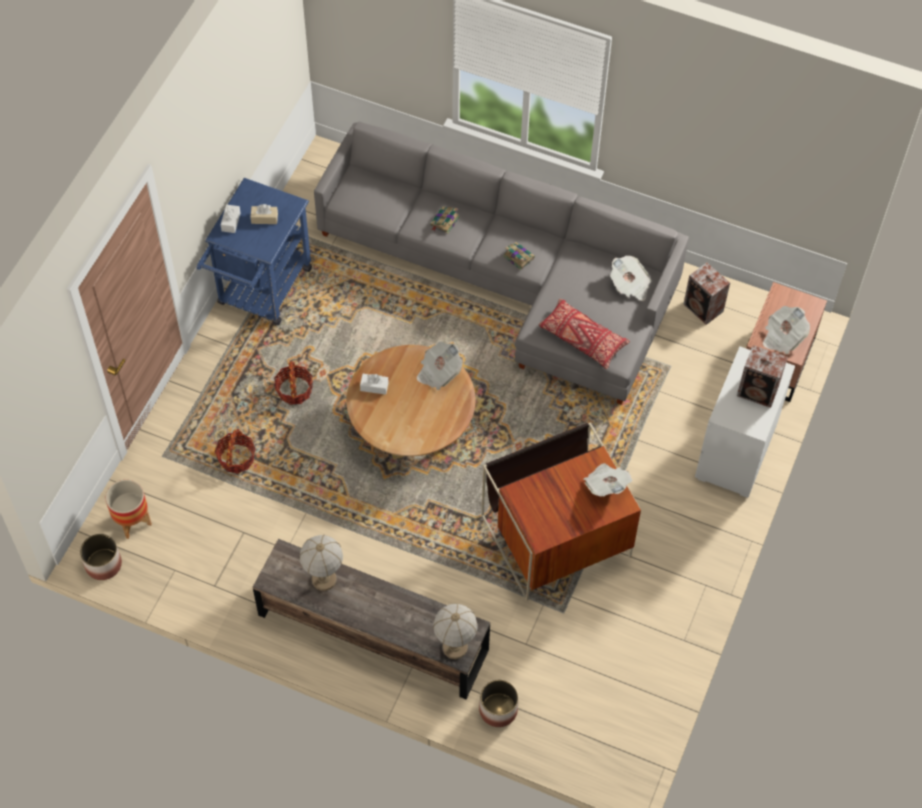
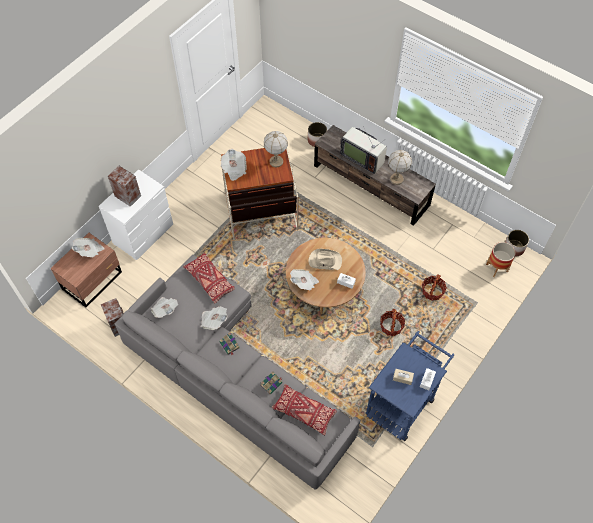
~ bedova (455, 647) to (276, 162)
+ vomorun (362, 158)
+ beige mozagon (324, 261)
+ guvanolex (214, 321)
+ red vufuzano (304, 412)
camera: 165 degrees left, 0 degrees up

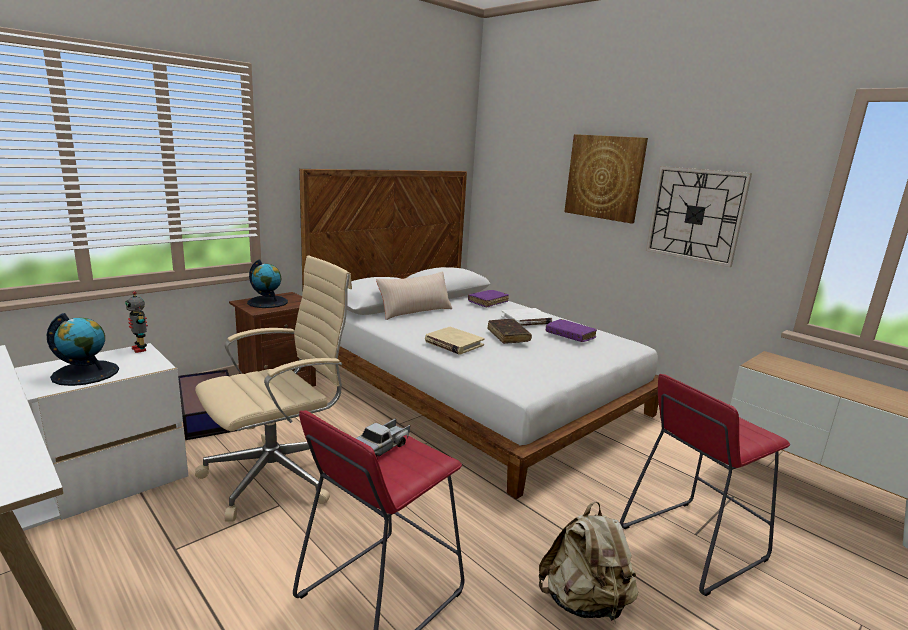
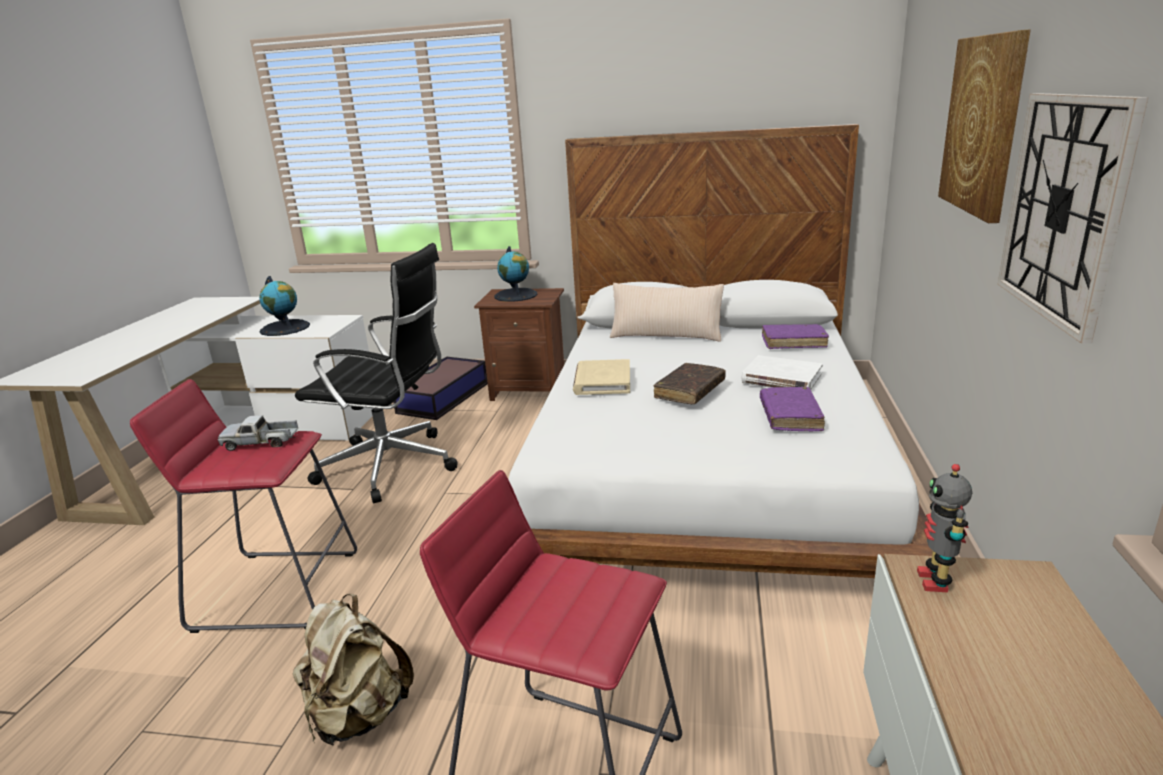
~ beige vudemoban (278, 475) to black vudemoban (393, 466)
~ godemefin (140, 349) to (935, 581)
camera: 55 degrees right, 5 degrees up

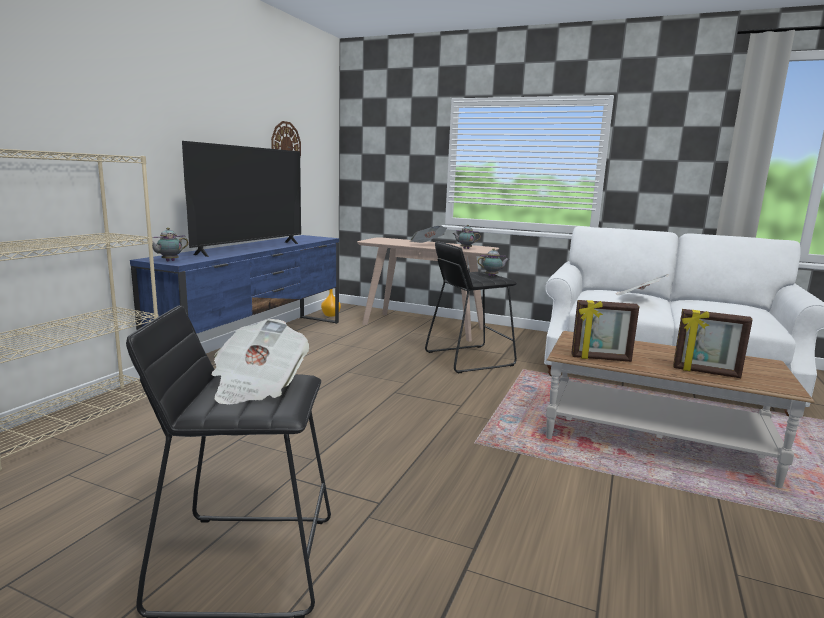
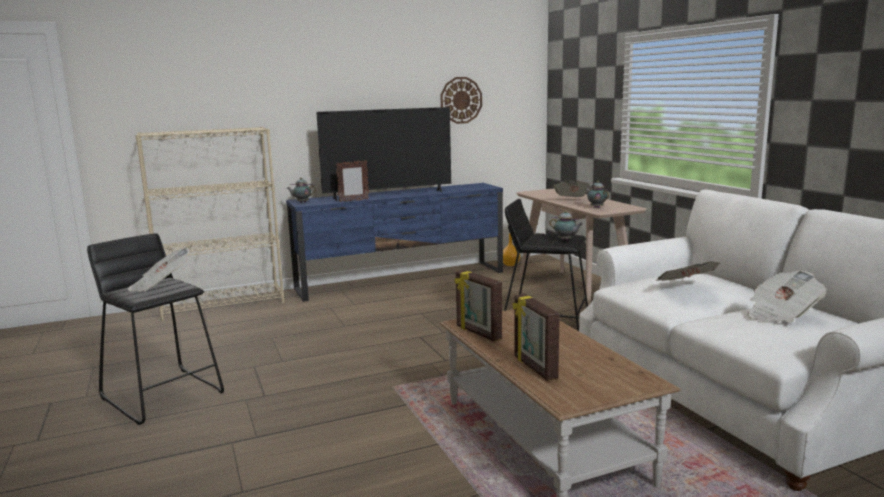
+ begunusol (353, 201)
+ guvanolex (781, 314)
camera: 45 degrees right, 0 degrees up

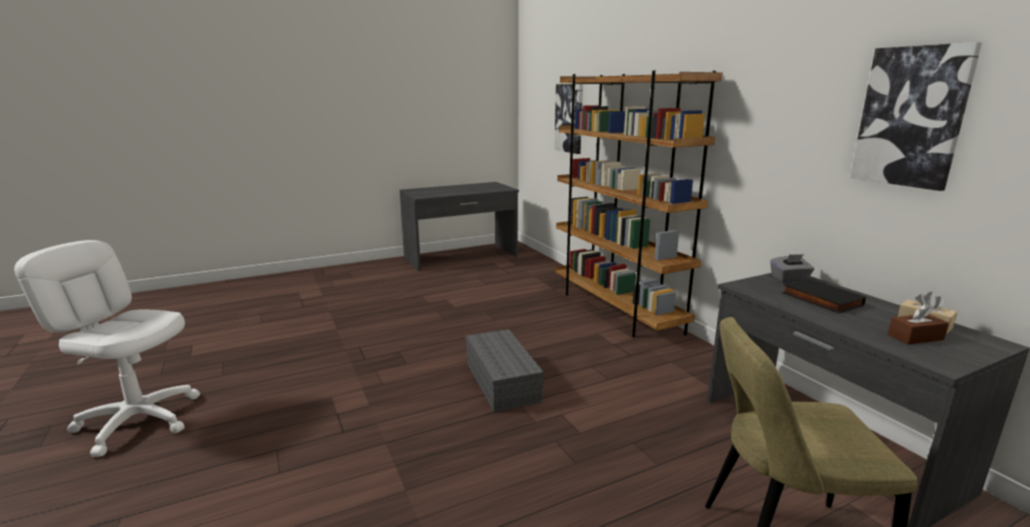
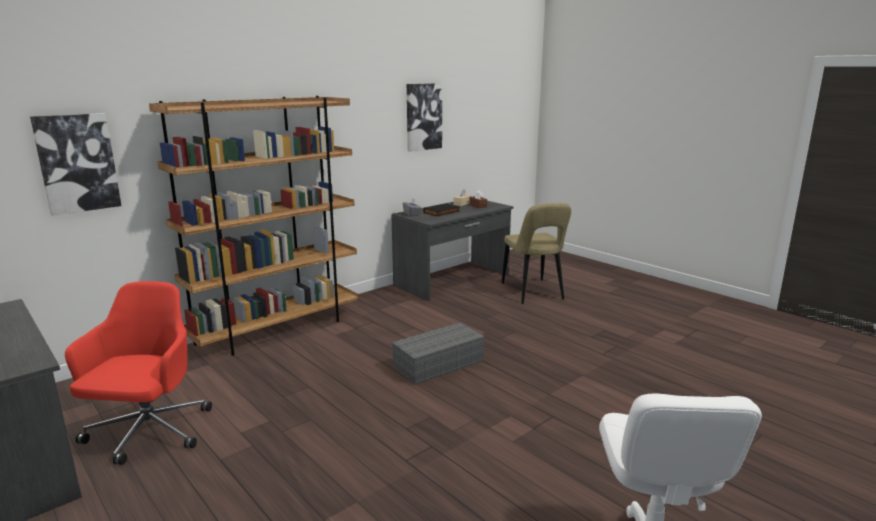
+ red vudemoban (148, 433)
camera: 105 degrees left, 0 degrees up

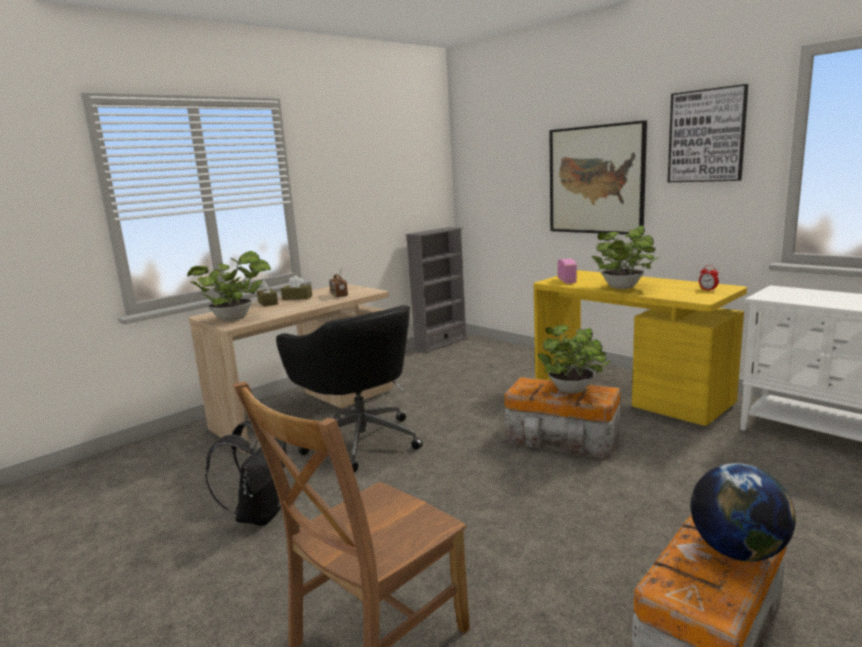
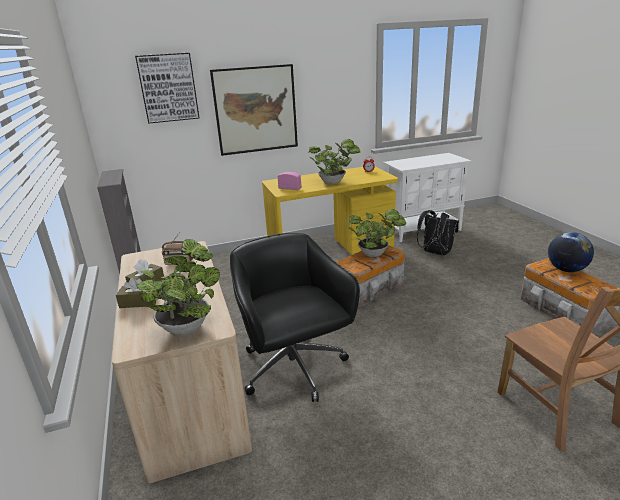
~ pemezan (706, 136) to (168, 88)
~ black vudemoban (361, 440) = (294, 369) 105 degrees counterclockwise
~ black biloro (260, 514) to (435, 253)
camera: 65 degrees left, 10 degrees up

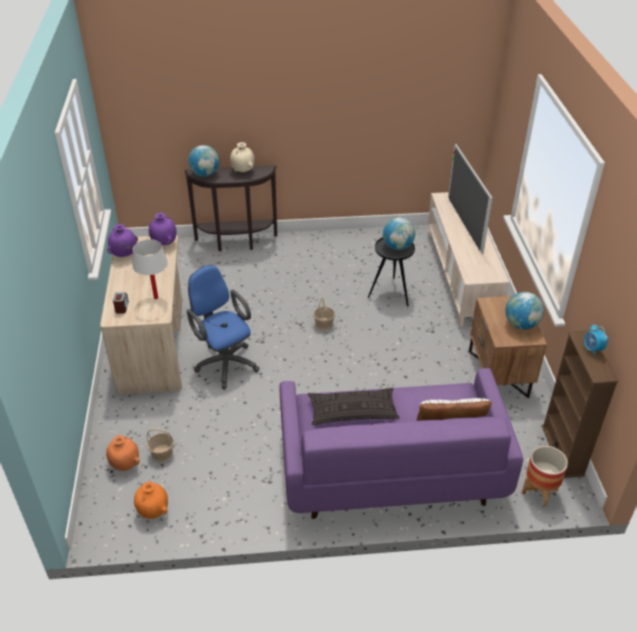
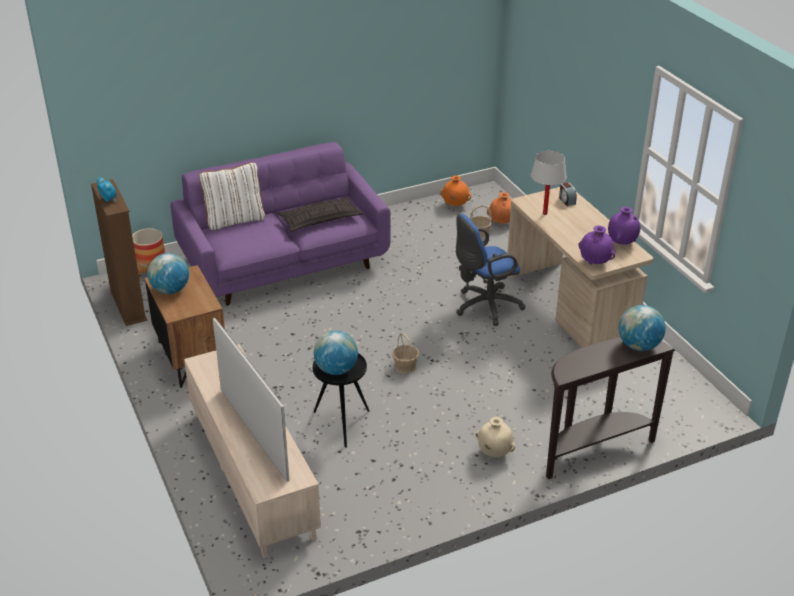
~ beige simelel (243, 171) to (494, 453)
~ blue vudemoban (224, 362) = (484, 306) 120 degrees clockwise
camera: 160 degrees right, 5 degrees down

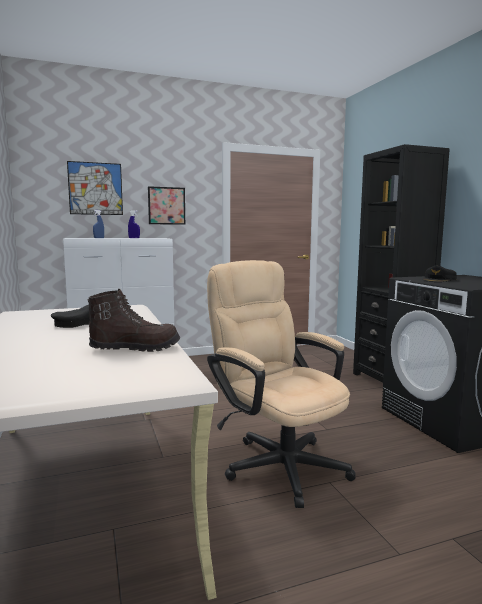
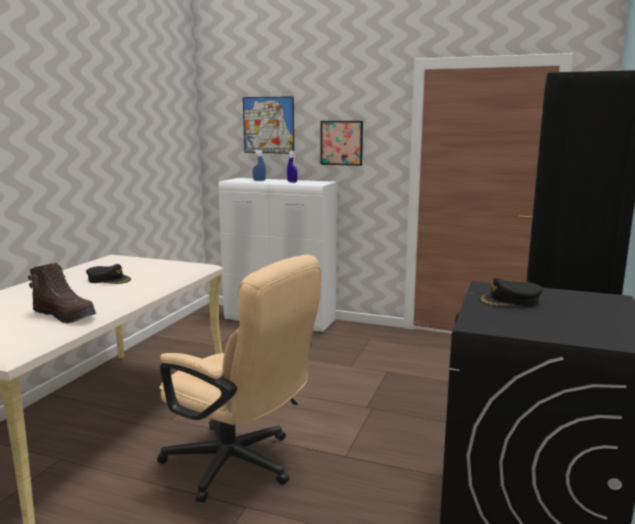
~ beige vudemoban (277, 462) = (240, 466) 120 degrees clockwise
camera: 40 degrees right, 5 degrees up

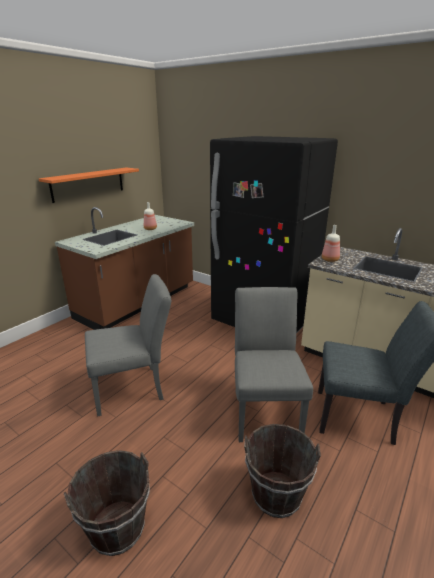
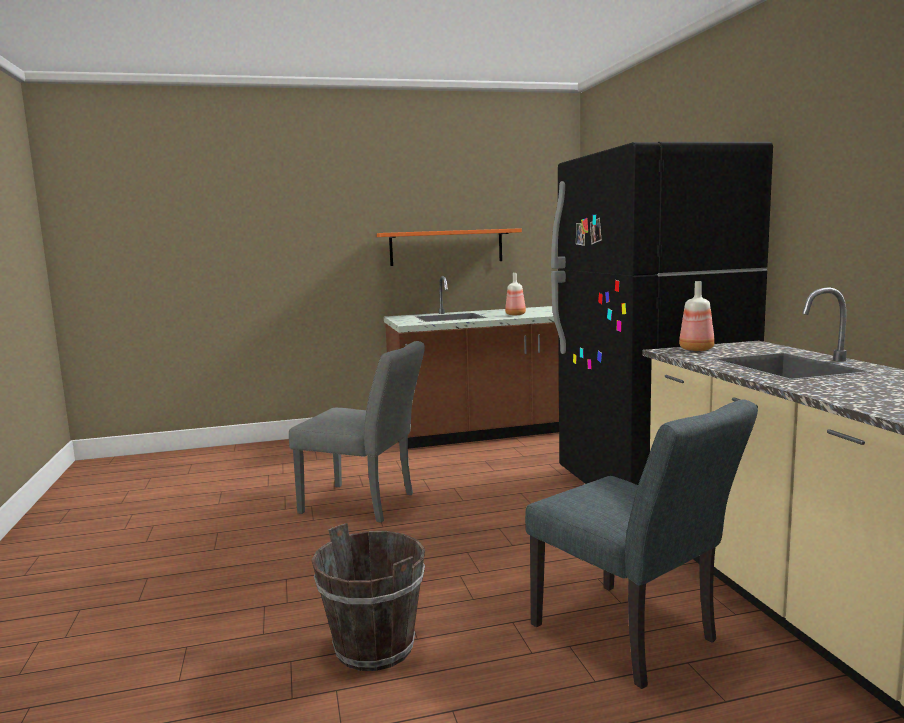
- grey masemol (265, 409)
- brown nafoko (117, 529)
camera: 40 degrees right, 15 degrees down

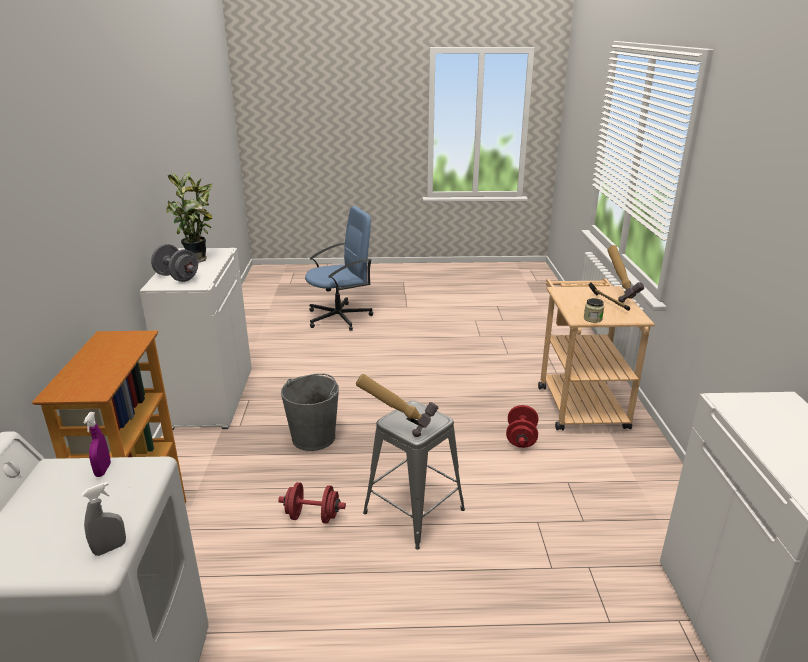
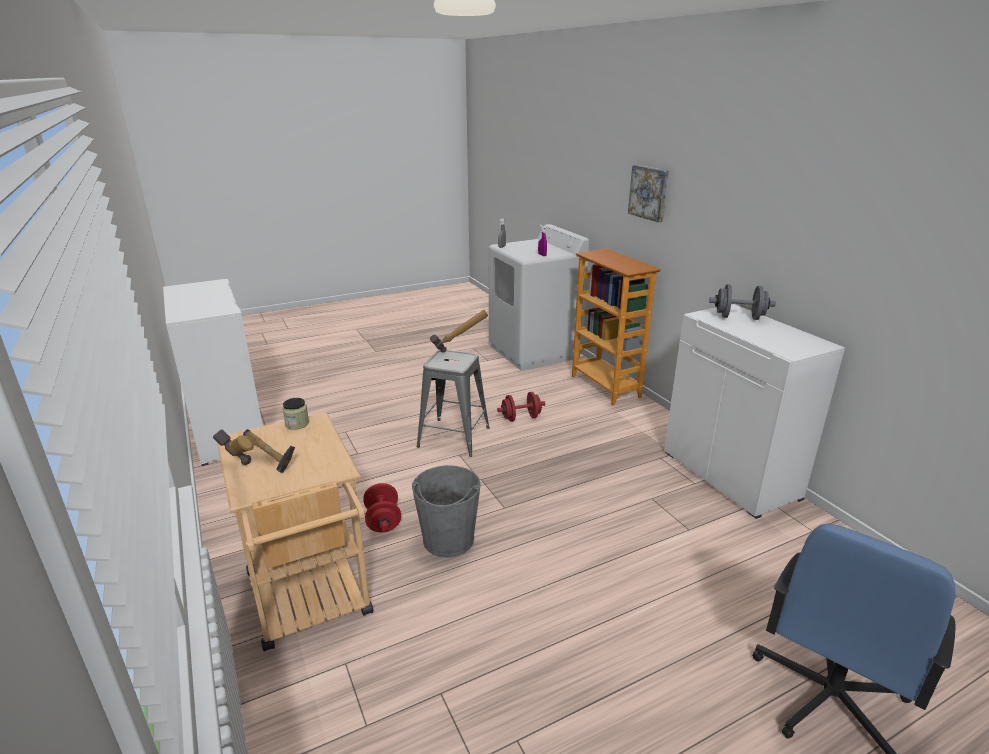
- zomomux (199, 259)
~ grey nafoko (314, 437) to (448, 540)
+ pemezan (649, 192)
camera: 155 degrees right, 0 degrees up

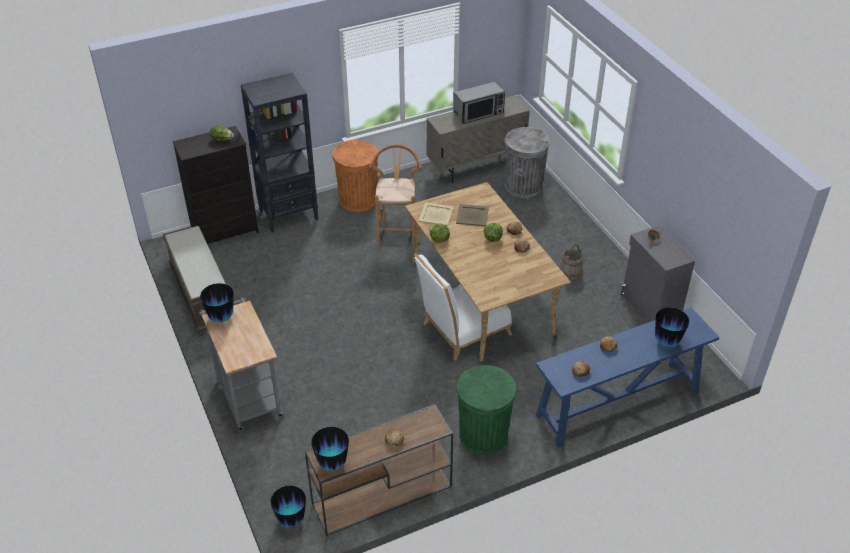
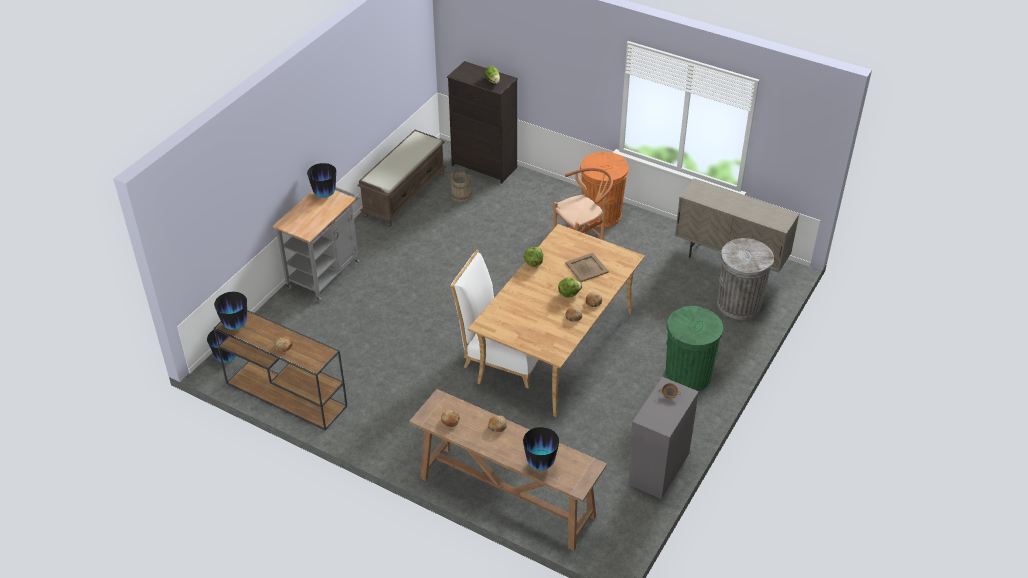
- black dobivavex (289, 215)
- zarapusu (478, 113)
- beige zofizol (436, 214)
~ beige nafoko (571, 272) to (461, 195)
~ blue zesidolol (617, 404) to brown zesidolol (505, 496)
~ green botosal (483, 435) to (688, 375)
camera: 55 degrees right, 0 degrees up

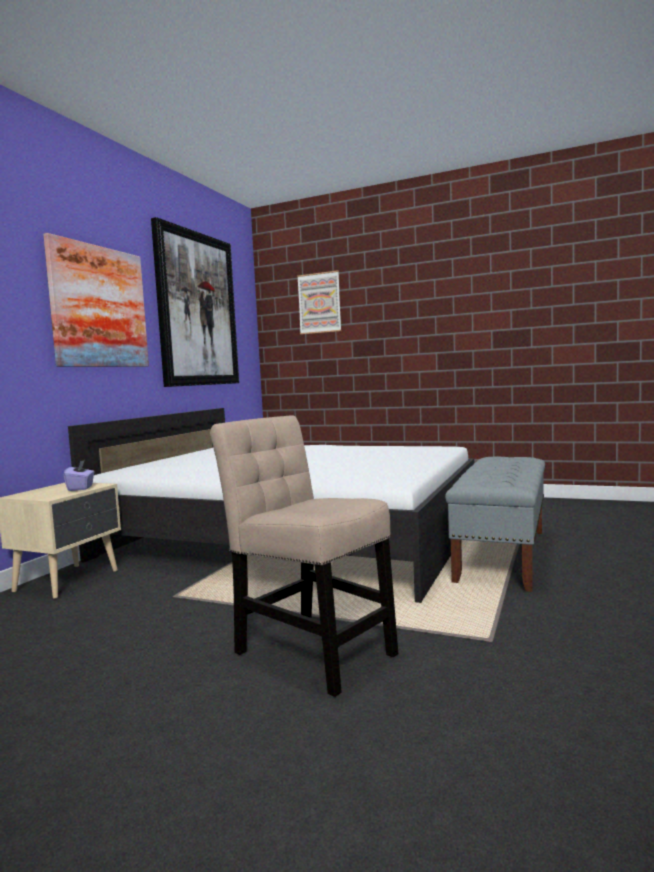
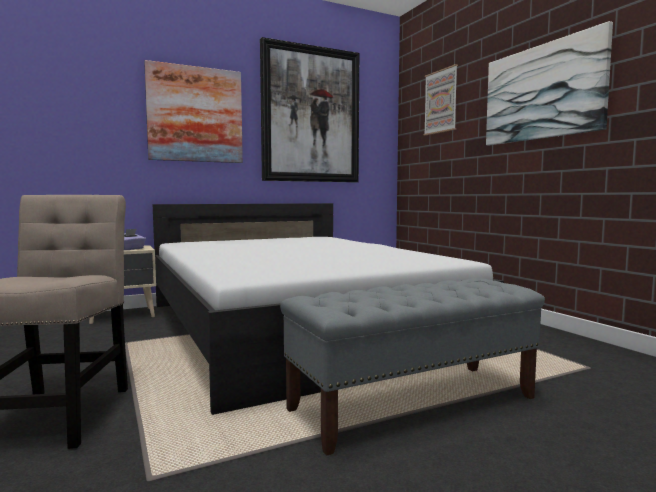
+ pemezan (542, 92)
camera: 40 degrees right, 0 degrees up

